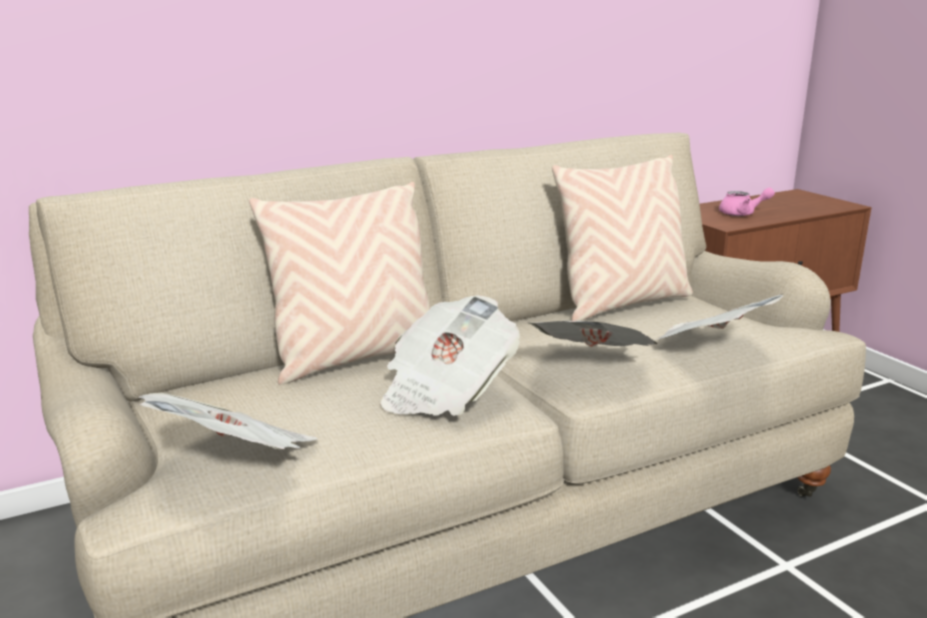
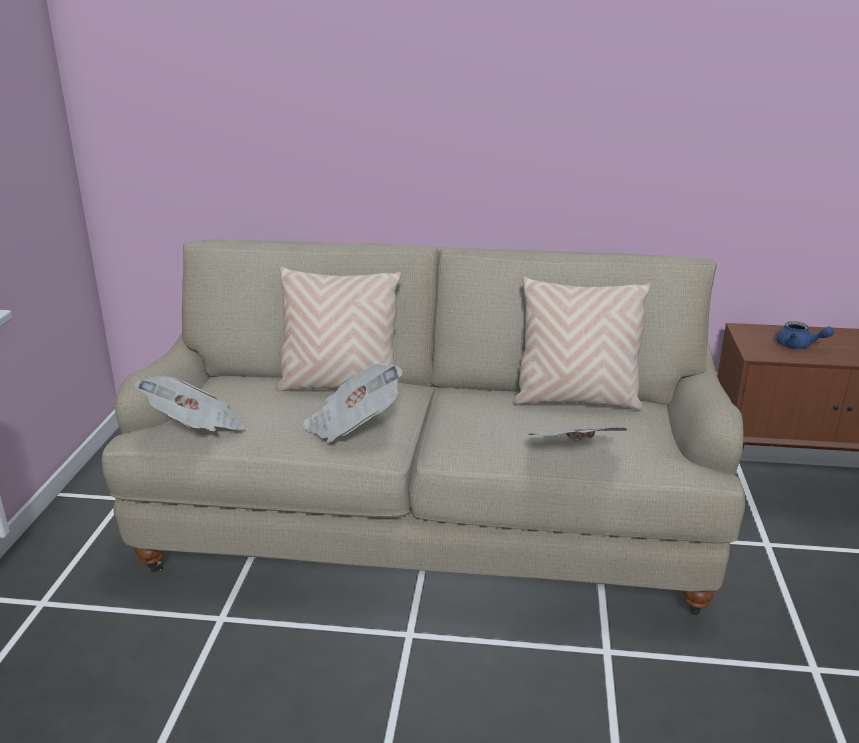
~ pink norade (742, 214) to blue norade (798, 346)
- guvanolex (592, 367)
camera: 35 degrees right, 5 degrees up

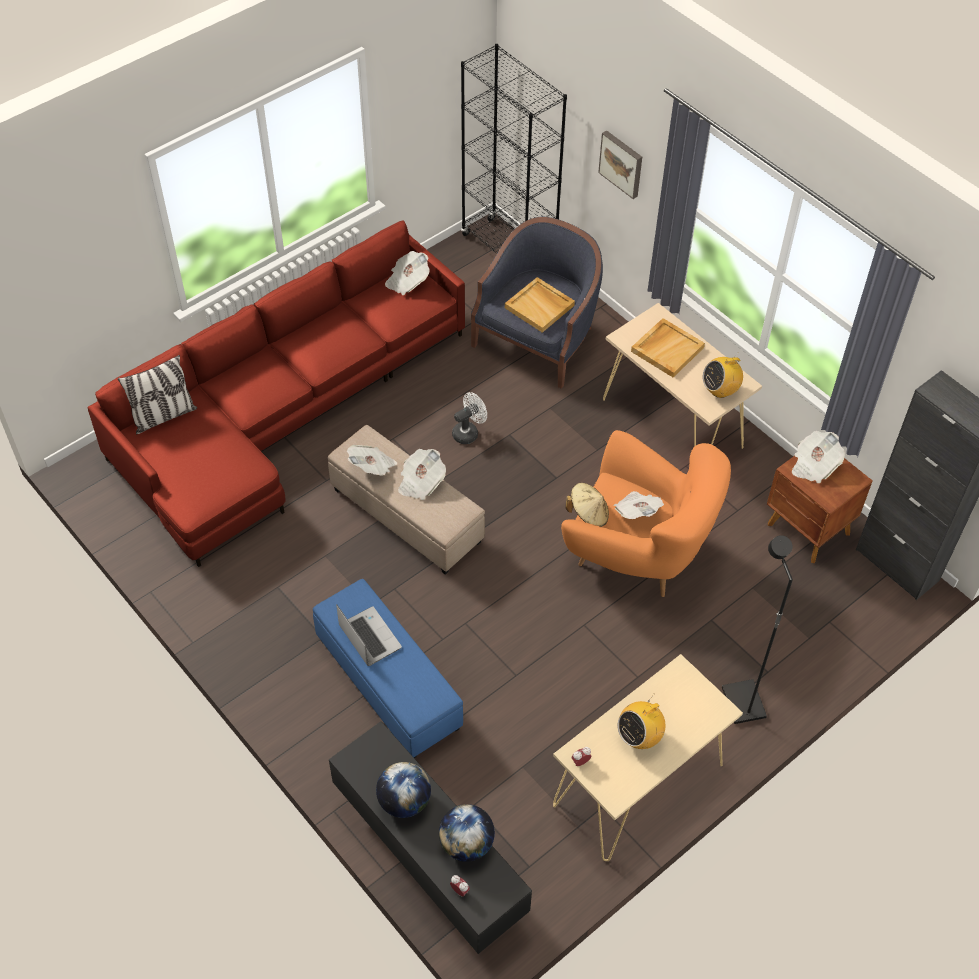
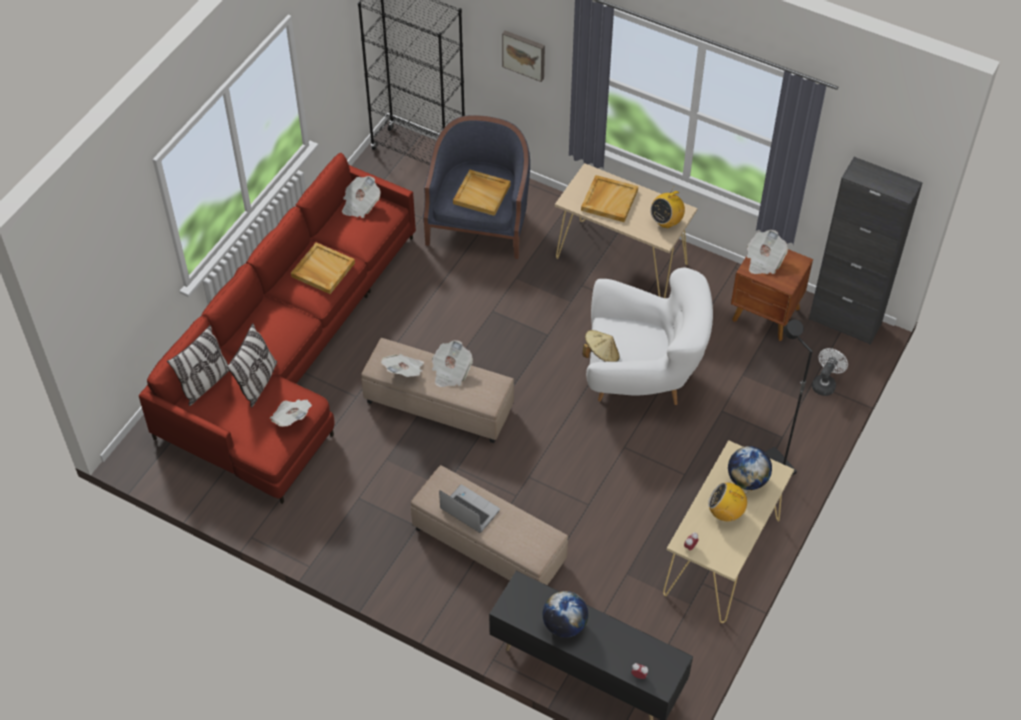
~ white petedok (468, 432) to (825, 383)
~ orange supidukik (638, 554) to white supidukik (641, 377)
~ guvanolex (637, 512) to (291, 418)
~ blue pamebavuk (387, 684) to beige pamebavuk (488, 546)
~ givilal (639, 736) = (725, 513) 75 degrees clockwise
~ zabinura (466, 844) to (747, 480)
+ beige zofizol (322, 270)
+ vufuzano (257, 382)
camera: 20 degrees left, 0 degrees up

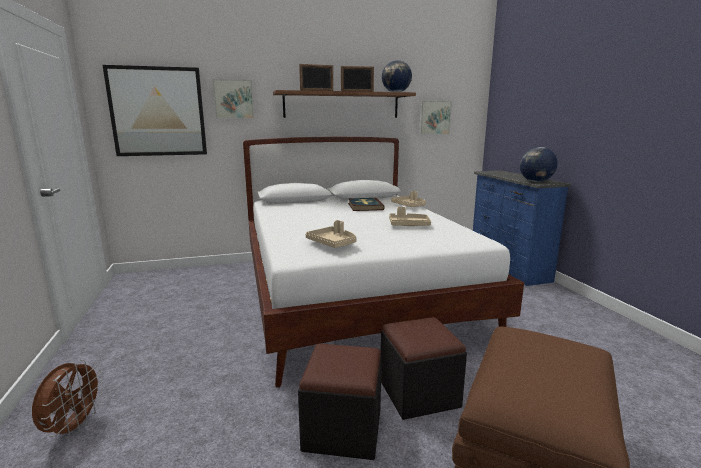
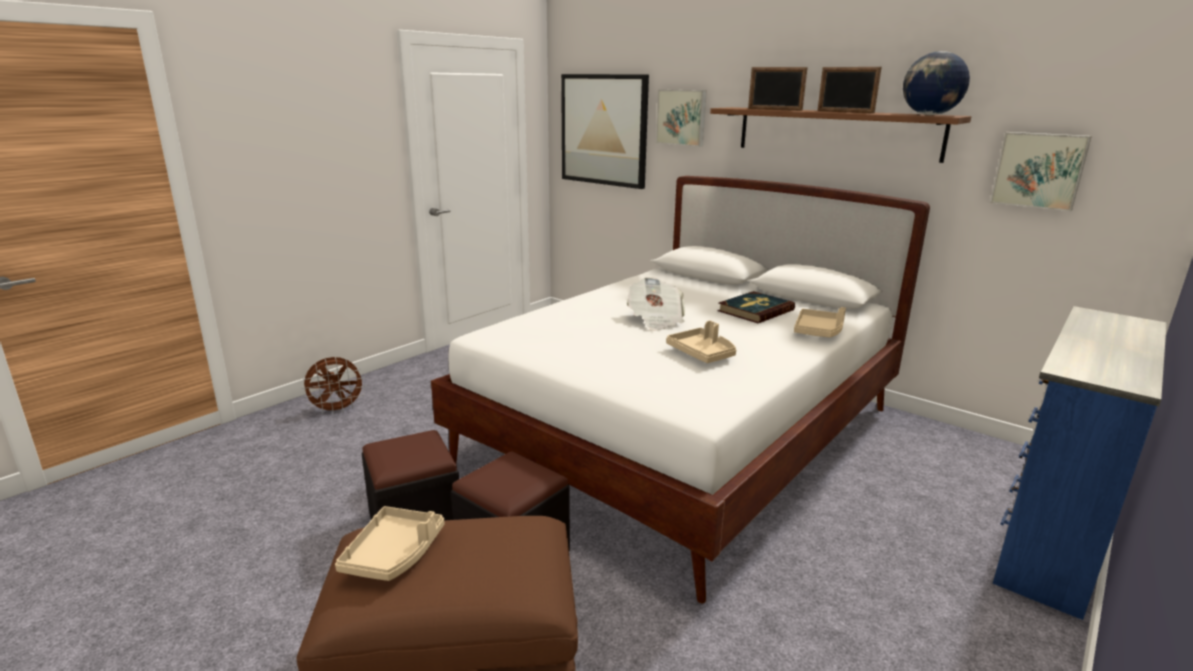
- zabinura (536, 181)
~ beige zofizol (333, 243) to (394, 554)
+ guvanolex (655, 320)
camera: 55 degrees right, 5 degrees up

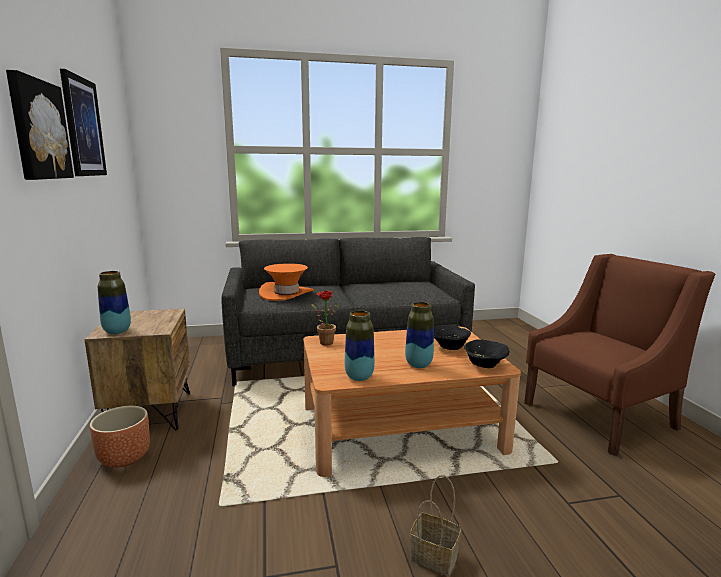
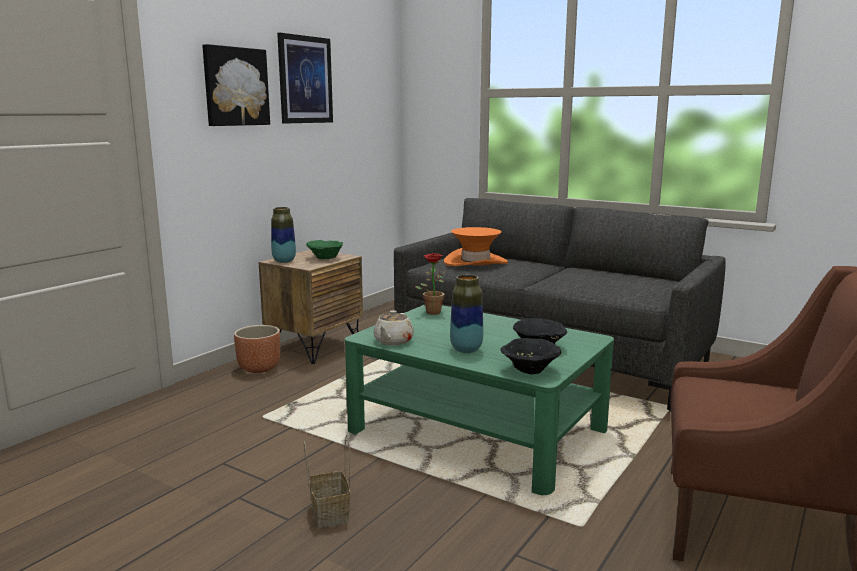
~ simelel (359, 377) to beige norade (393, 341)
~ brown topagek (400, 428) to green topagek (478, 430)
+ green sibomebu (325, 258)
camera: 45 degrees right, 0 degrees up

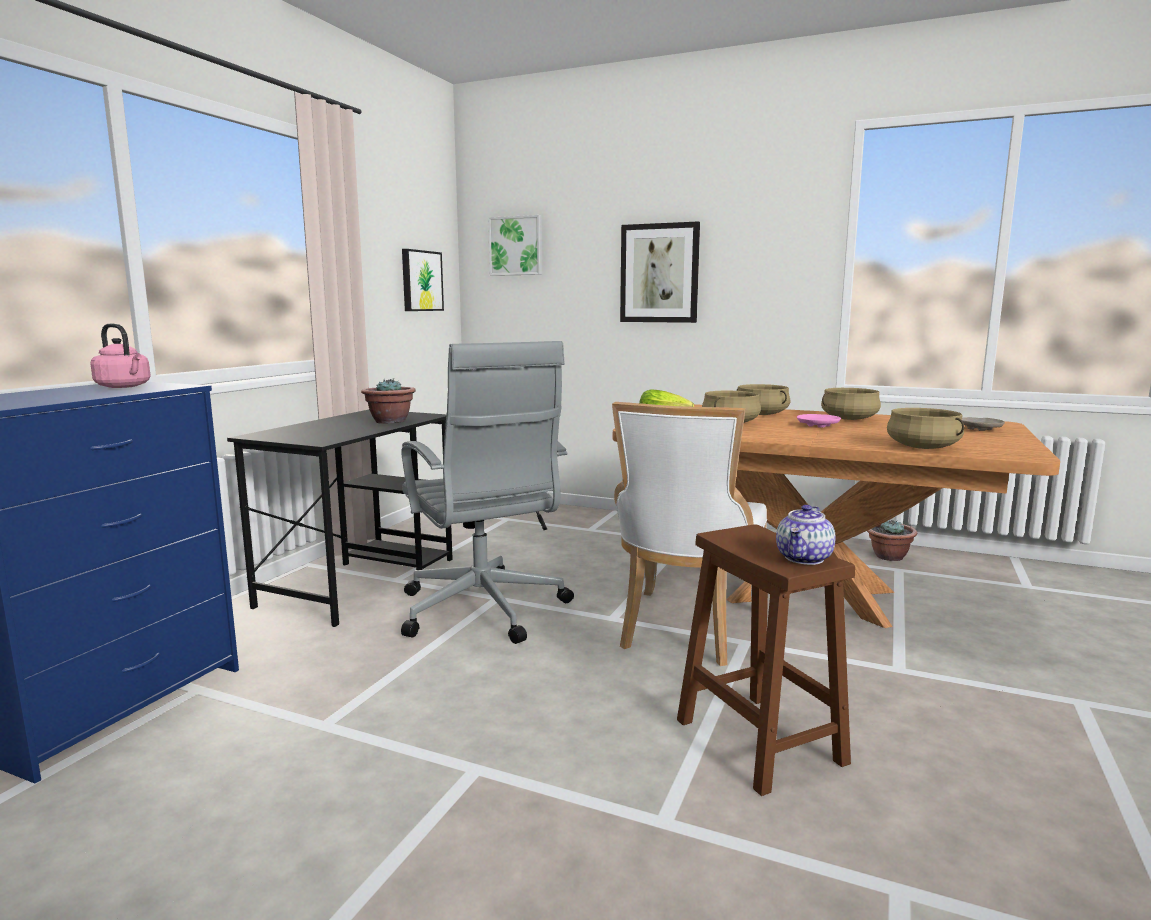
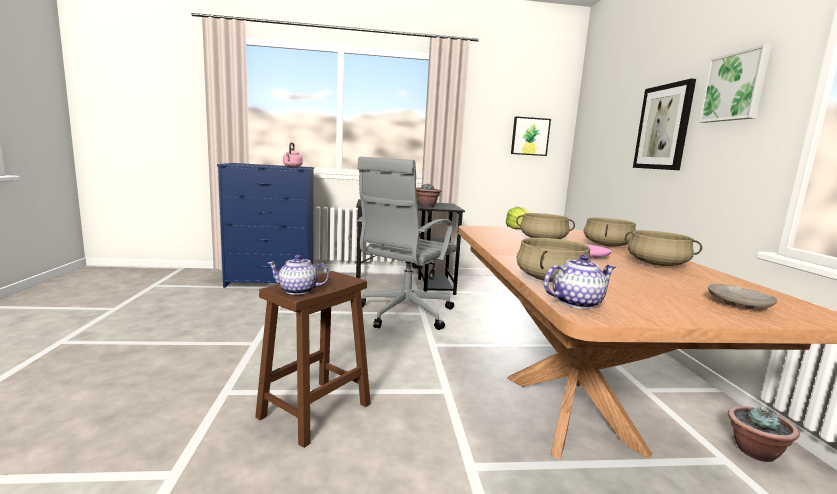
~ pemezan (516, 246) to (735, 87)
- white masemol (686, 630)
+ norade (576, 302)
camera: 60 degrees right, 0 degrees up

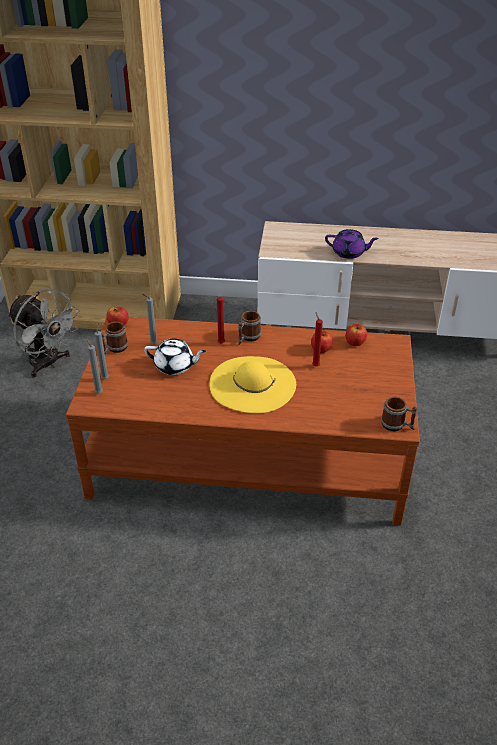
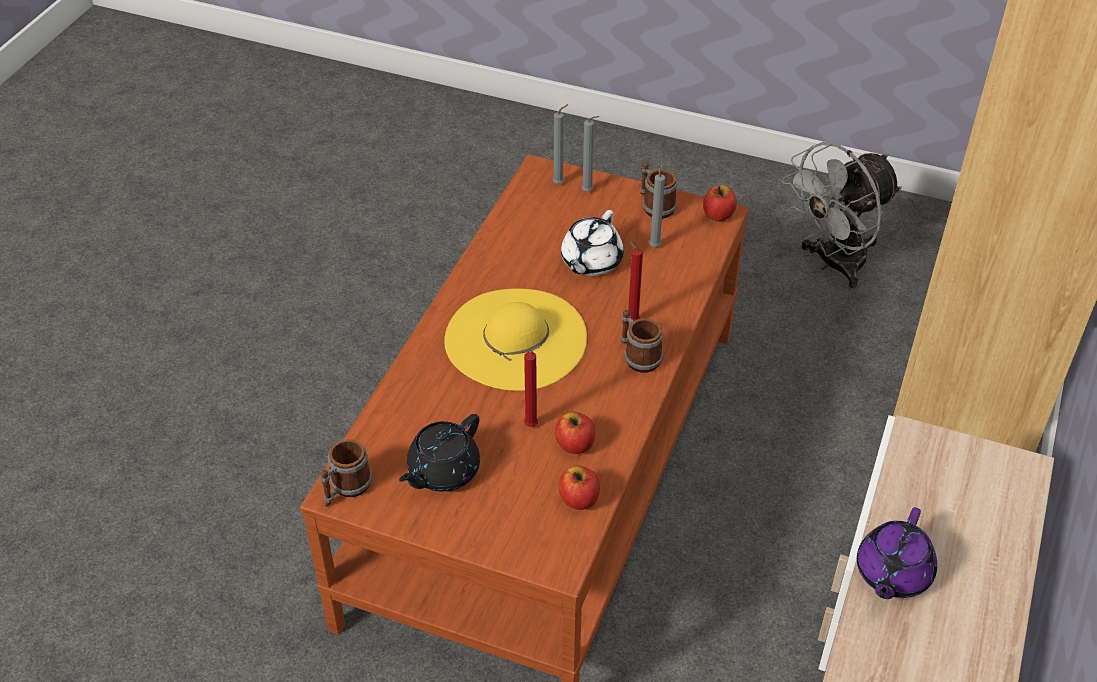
+ black norade (442, 471)
camera: 105 degrees right, 5 degrees up

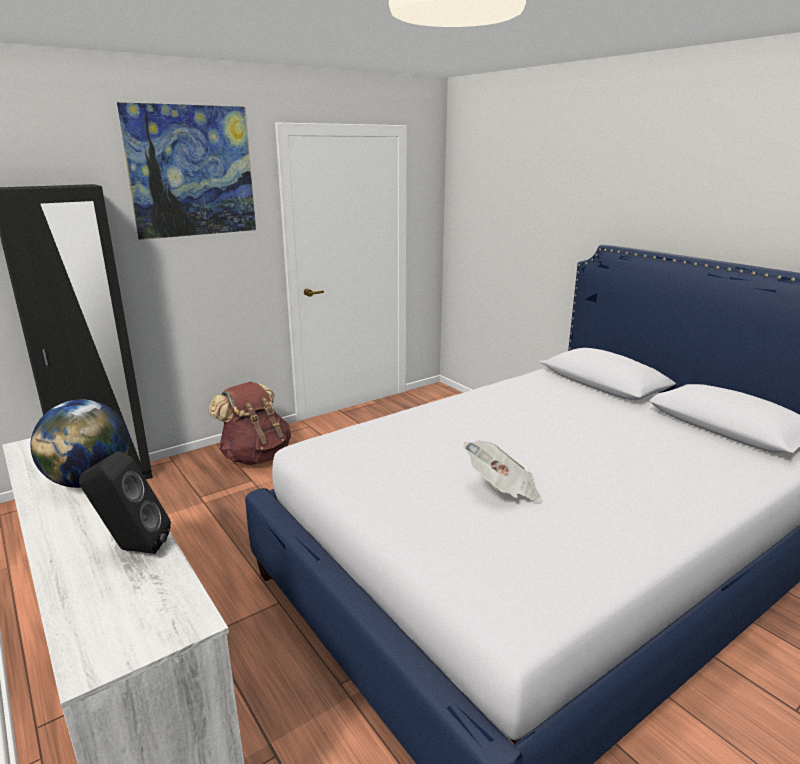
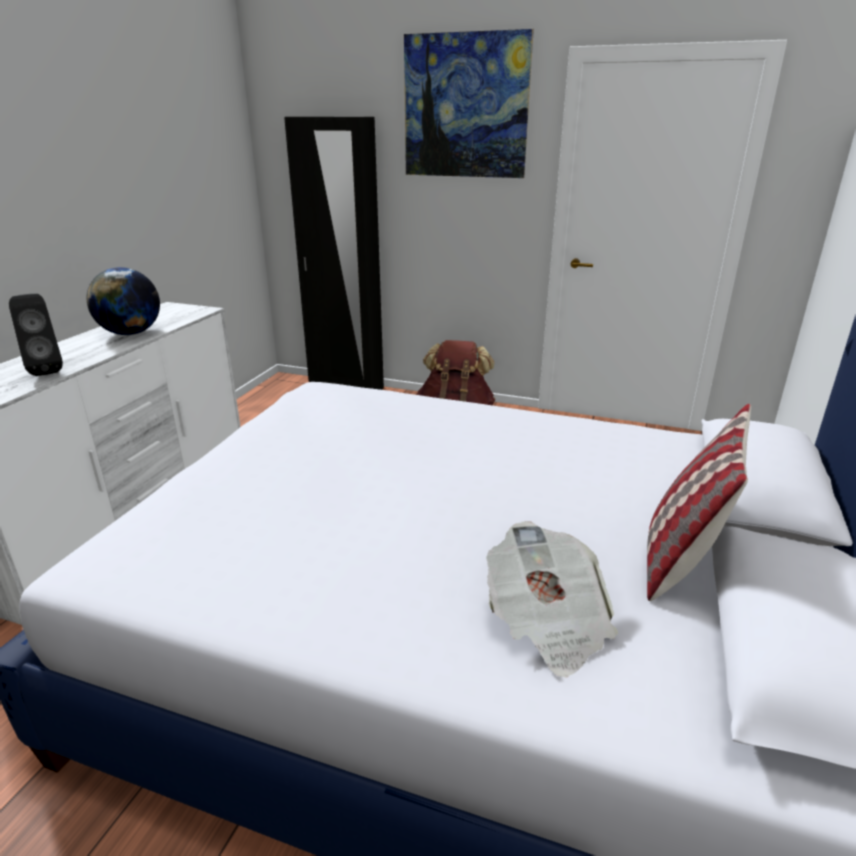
~ guvanolex (502, 489) to (548, 623)
+ vufuzano (681, 558)
camera: 55 degrees right, 5 degrees up

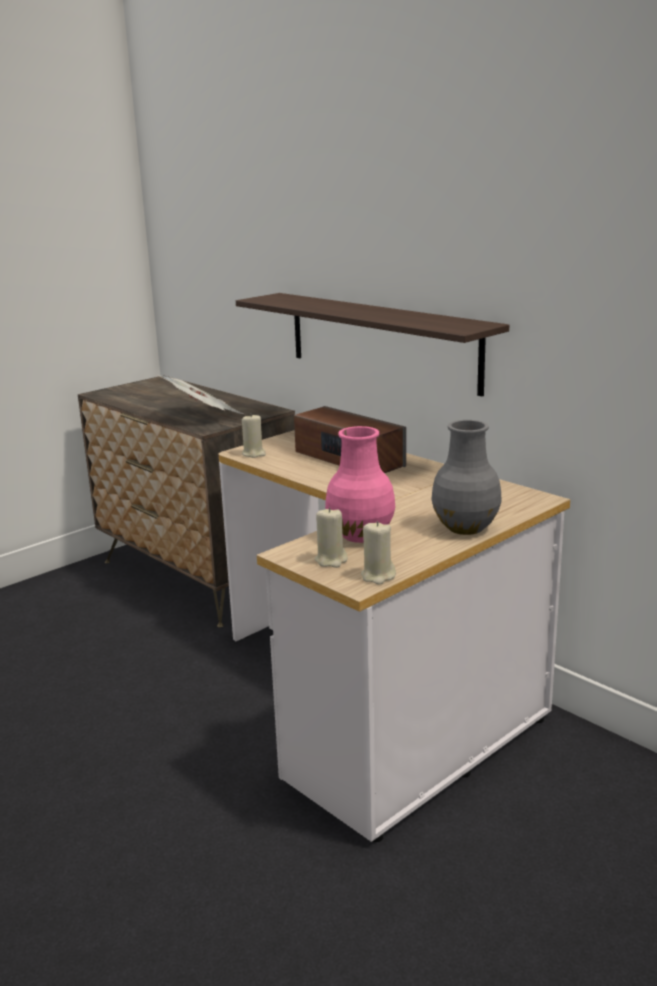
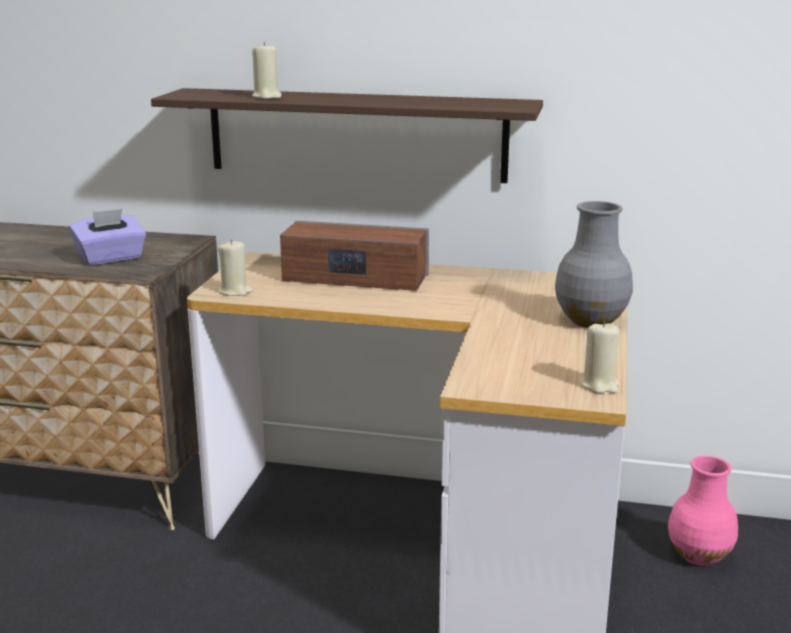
~ guvanolex (204, 416) to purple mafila (111, 258)
~ pink simelel (361, 535) to (700, 556)
~ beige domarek (331, 560) to (267, 96)
camera: 35 degrees left, 0 degrees up

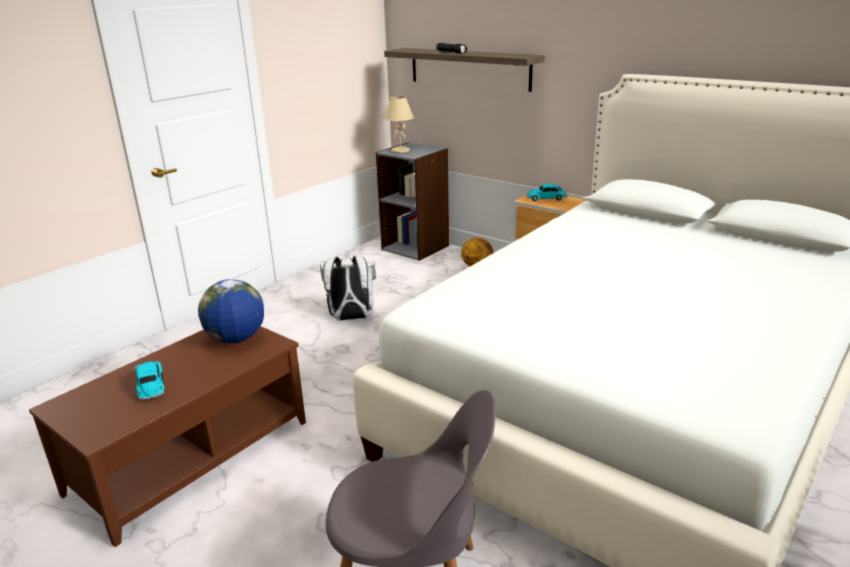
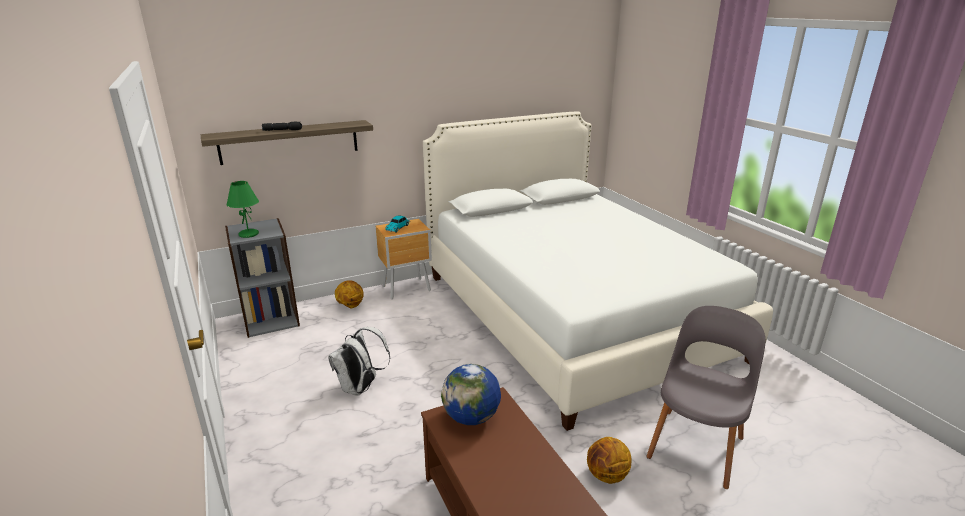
~ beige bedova (400, 151) to green bedova (248, 234)
- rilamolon (151, 385)
+ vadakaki (607, 476)
camera: 65 degrees left, 0 degrees up

